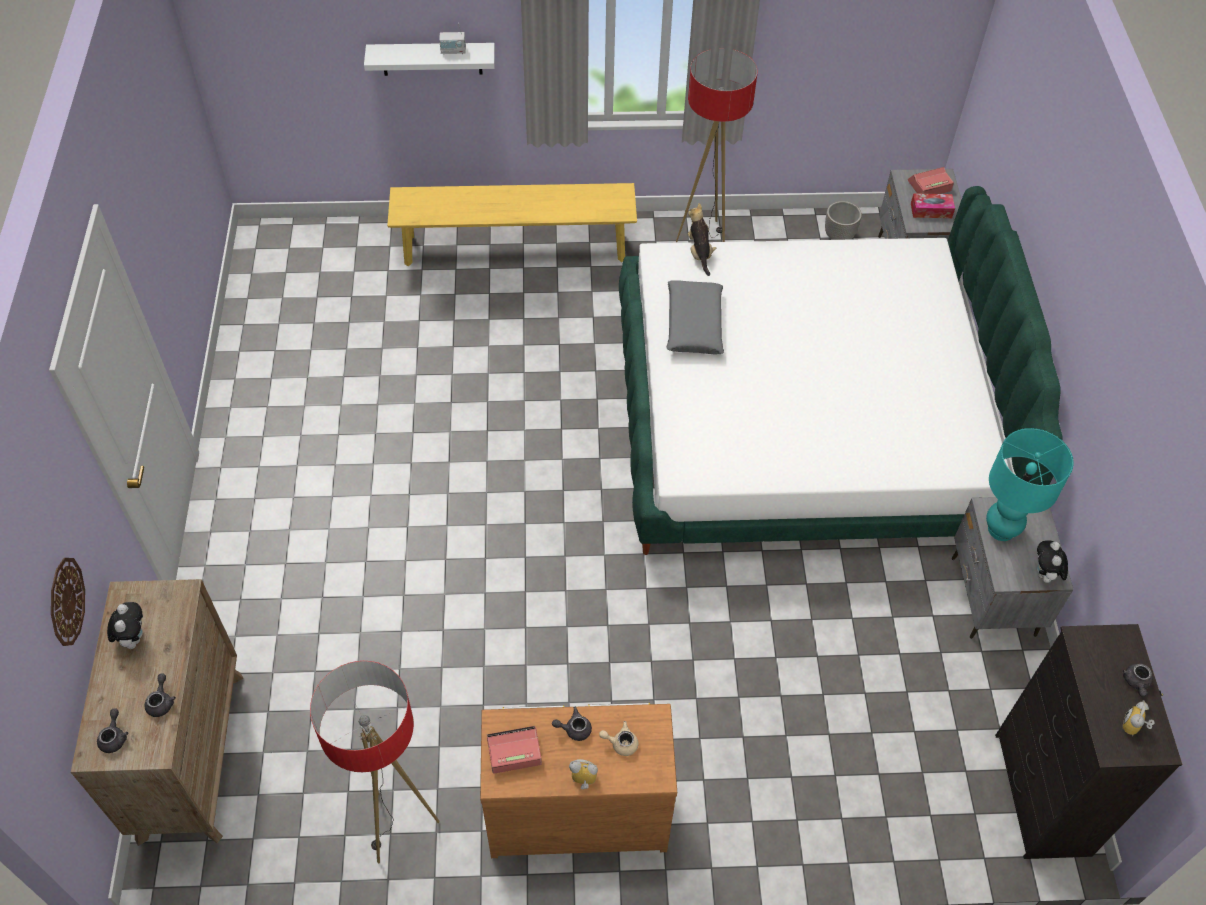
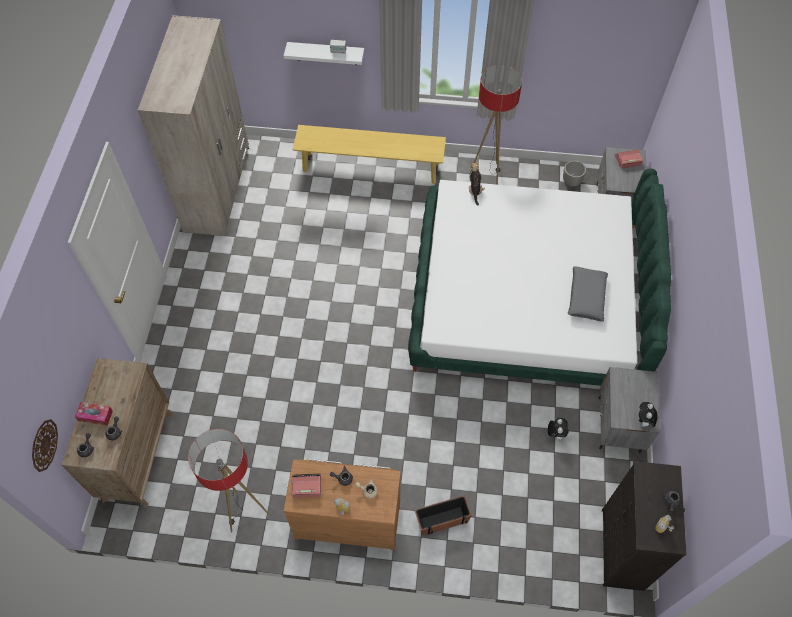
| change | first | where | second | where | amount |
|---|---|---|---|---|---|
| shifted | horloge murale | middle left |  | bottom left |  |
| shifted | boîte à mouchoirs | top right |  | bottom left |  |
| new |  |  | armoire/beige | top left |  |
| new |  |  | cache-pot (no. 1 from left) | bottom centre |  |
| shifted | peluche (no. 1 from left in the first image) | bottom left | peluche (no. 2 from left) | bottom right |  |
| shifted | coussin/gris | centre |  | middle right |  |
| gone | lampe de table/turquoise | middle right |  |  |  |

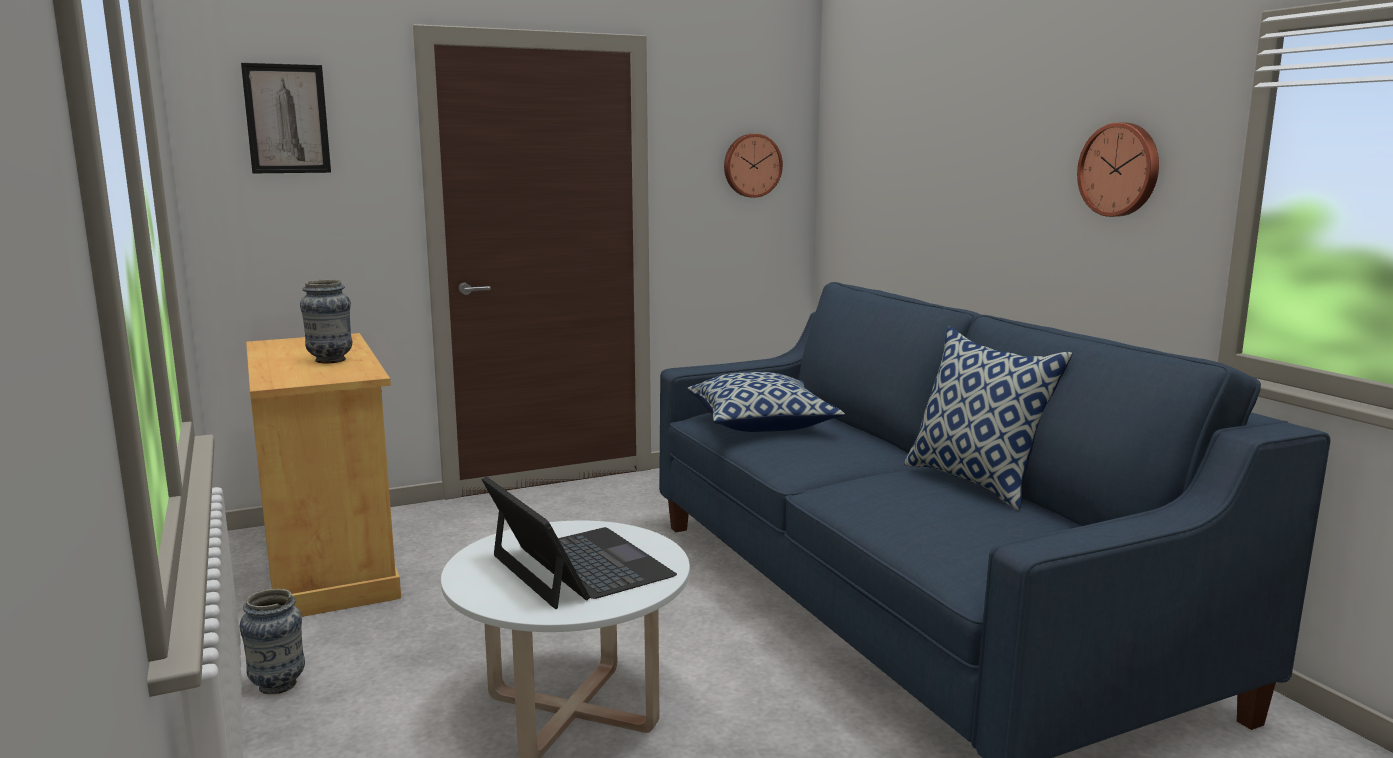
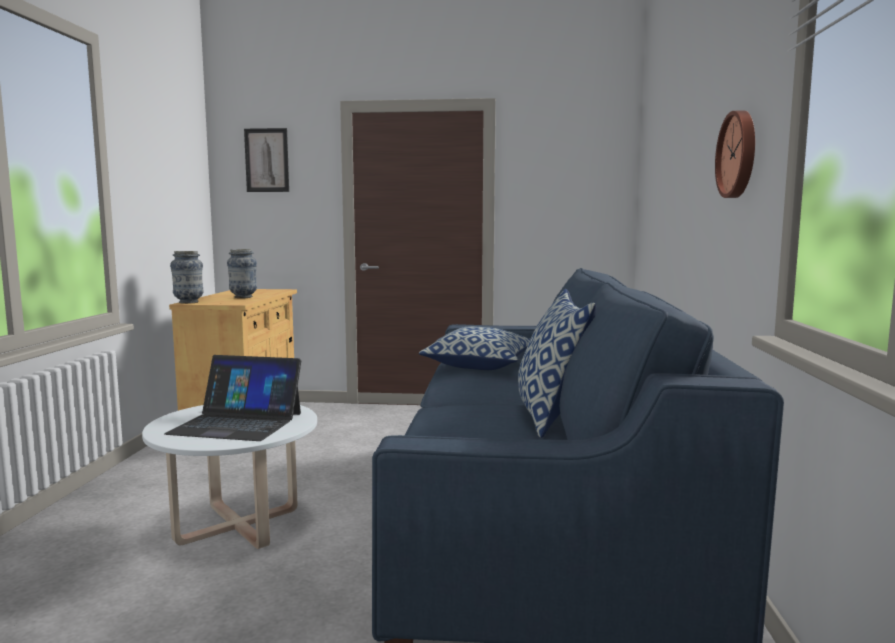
| change | first | where | second | where | amount |
|---|---|---|---|---|---|
| rotated | ordinateur portable | bottom centre |  | middle left | 105 degrees clockwise |
| shifted | vase (no. 1 from left) | bottom left |  | middle left |  |
| gone | horloge murale (no. 1 from left) | top centre |  |  |  |

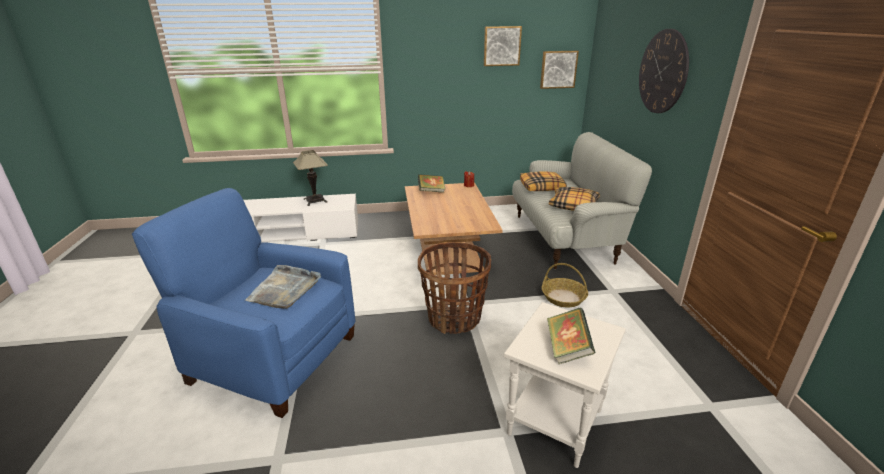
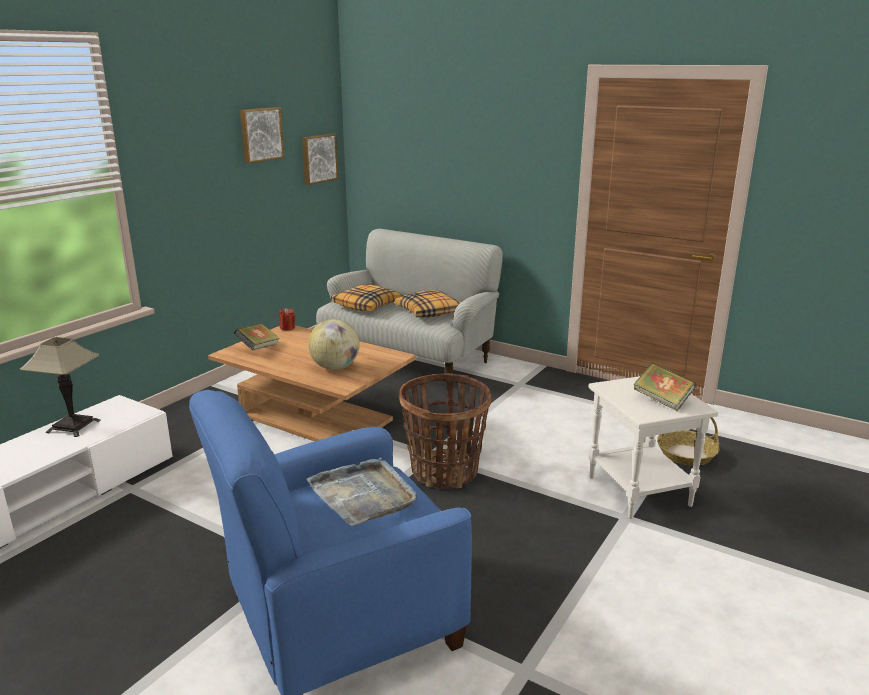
| change | first | where | second | where | amount |
|---|---|---|---|---|---|
| new |  |  | globe | centre |  |
| shifted | panier (no. 2 from left) | centre |  | middle right |  |
| gone | horloge murale | top right |  |  |  |

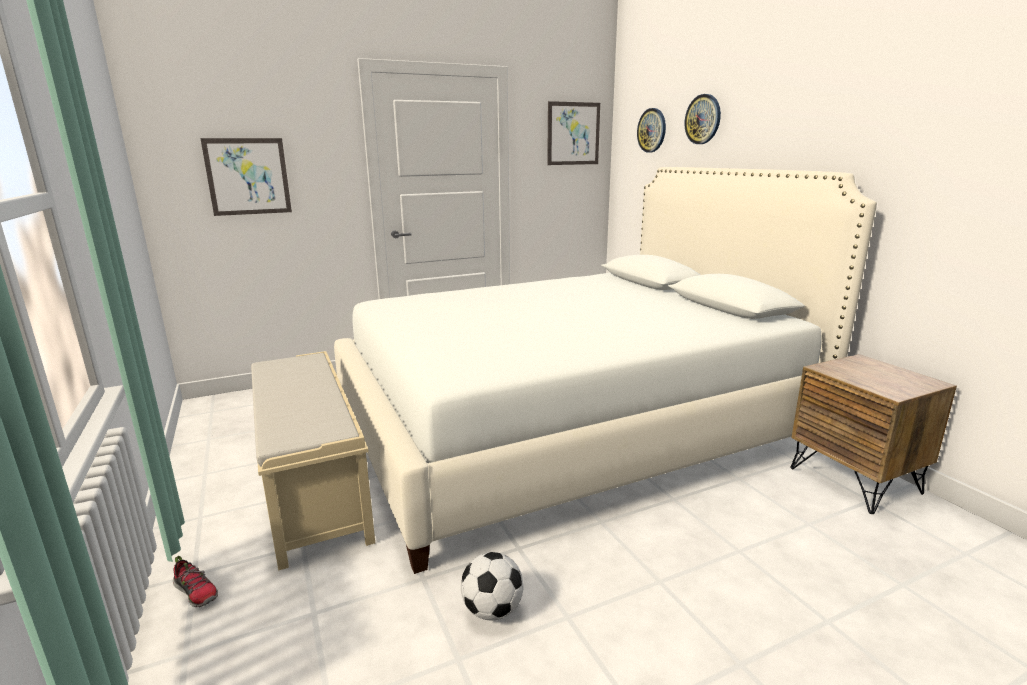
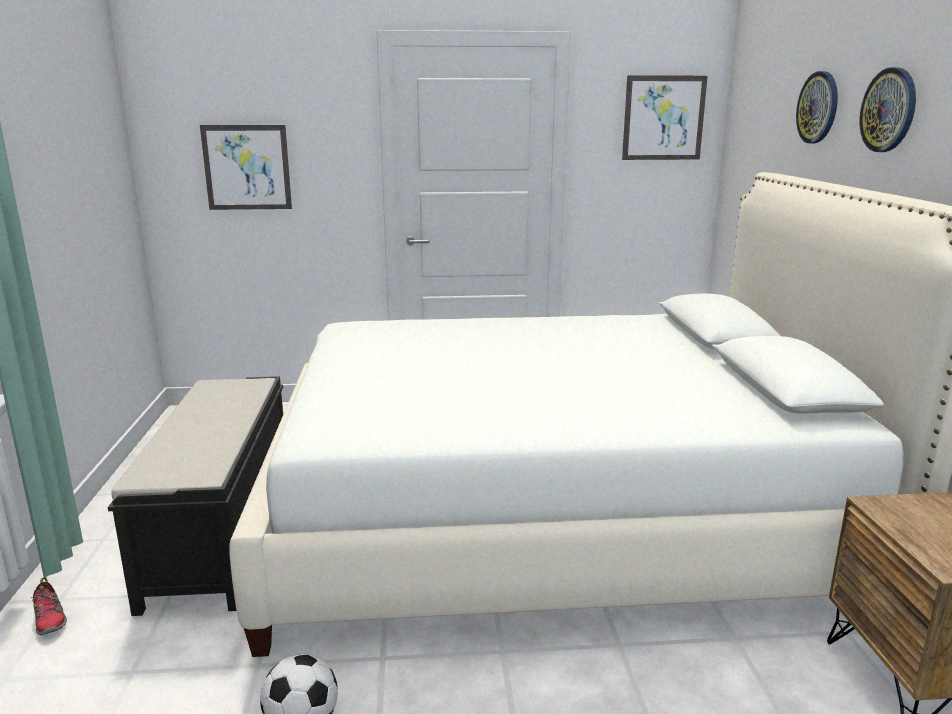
| change | first | where | second | where | amount |
|---|---|---|---|---|---|
| repainted | banc/beige | bottom left | banc/noir | bottom left |  |
| shifted | horloge murale (no. 1 from left in the first image) | top centre | horloge murale (no. 2 from left) | top right |  |

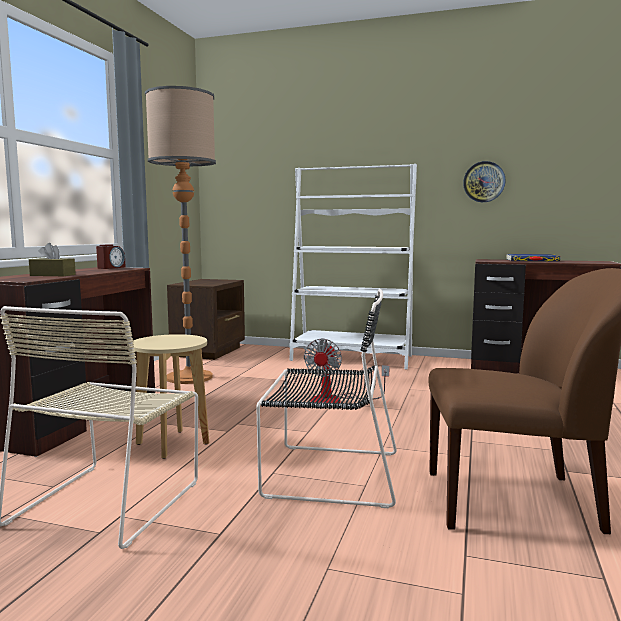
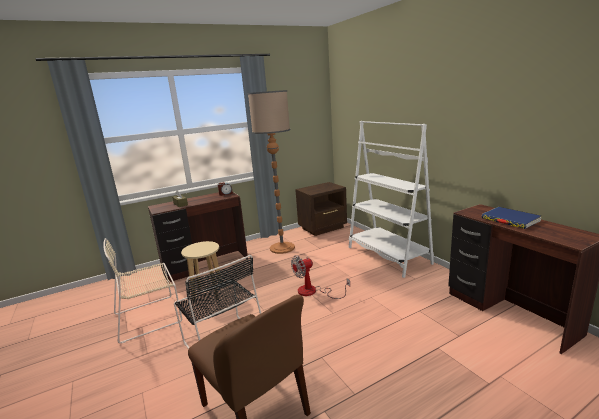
| change | first | where | second | where | amount |
|---|---|---|---|---|---|
| gone | horloge murale | top right |  |  |  |

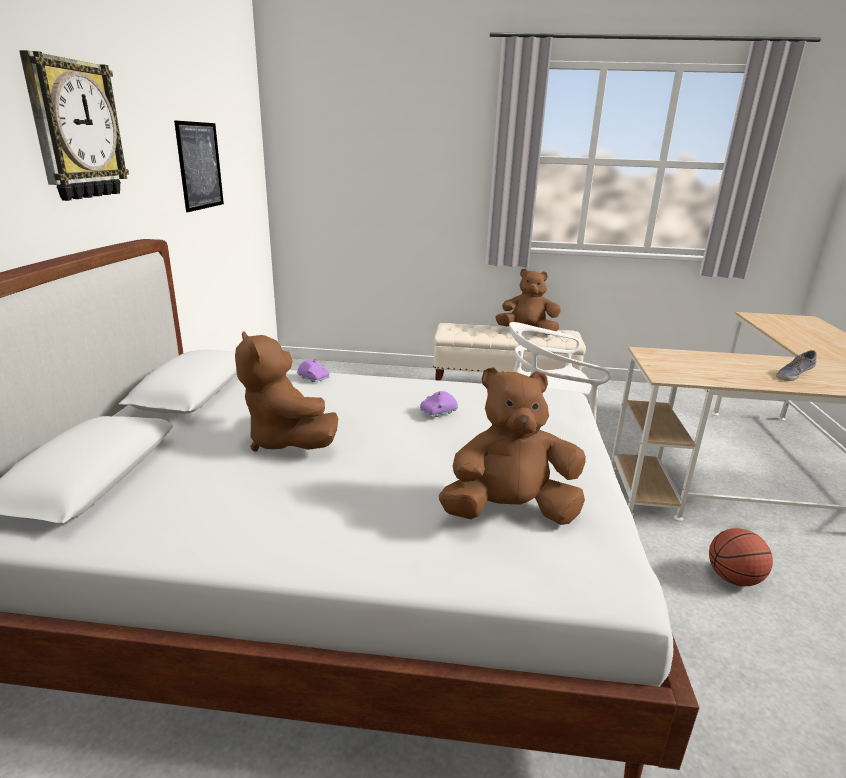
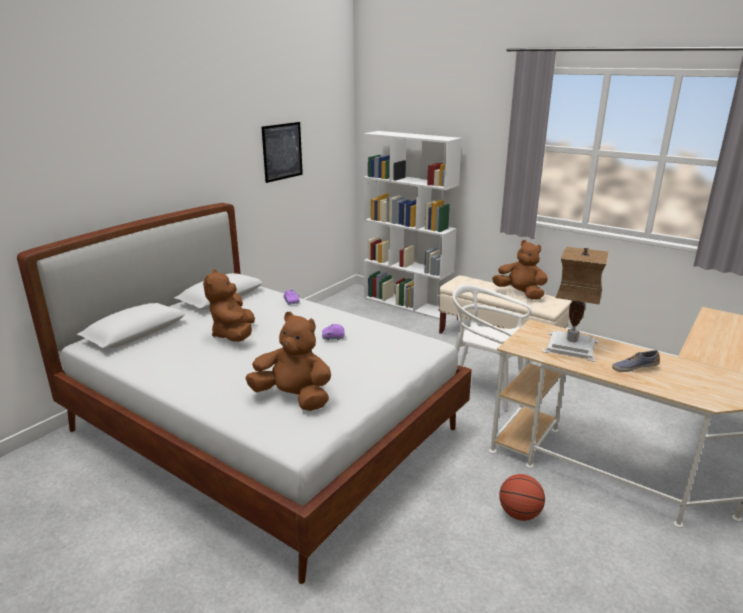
| change | first | where | second | where | amount |
|---|---|---|---|---|---|
| new |  |  | bibliothèque/blanc | centre |  |
| new |  |  | lampe de table | middle right |  |
| gone | horloge murale | top left |  |  |  |

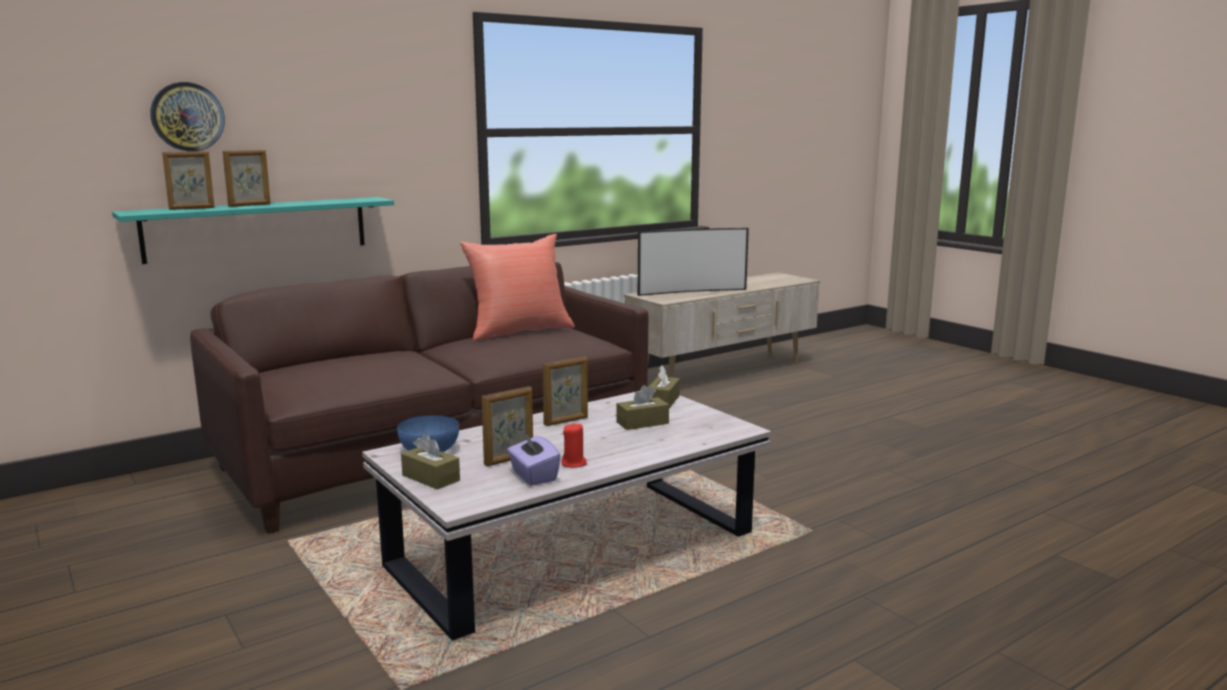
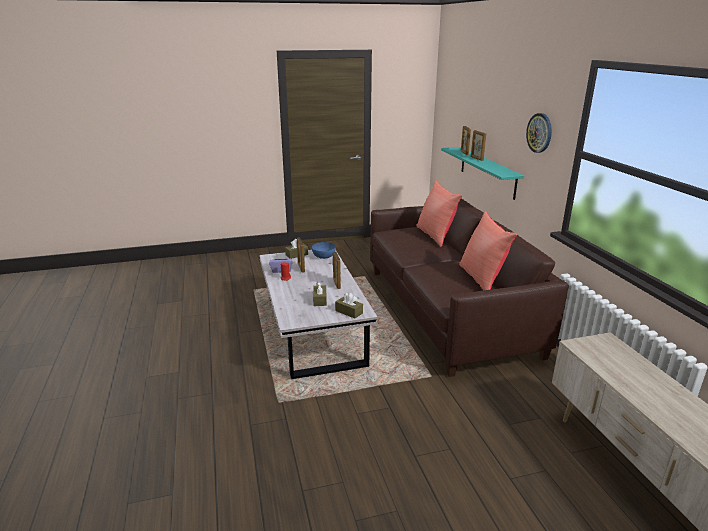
| change | first | where | second | where | amount |
|---|---|---|---|---|---|
| new |  |  | coussin/rouge (no. 1 from left) | centre |  |
| shifted | horloge murale | top left |  | top right |  |
| gone | téléviseur | centre |  |  |  |

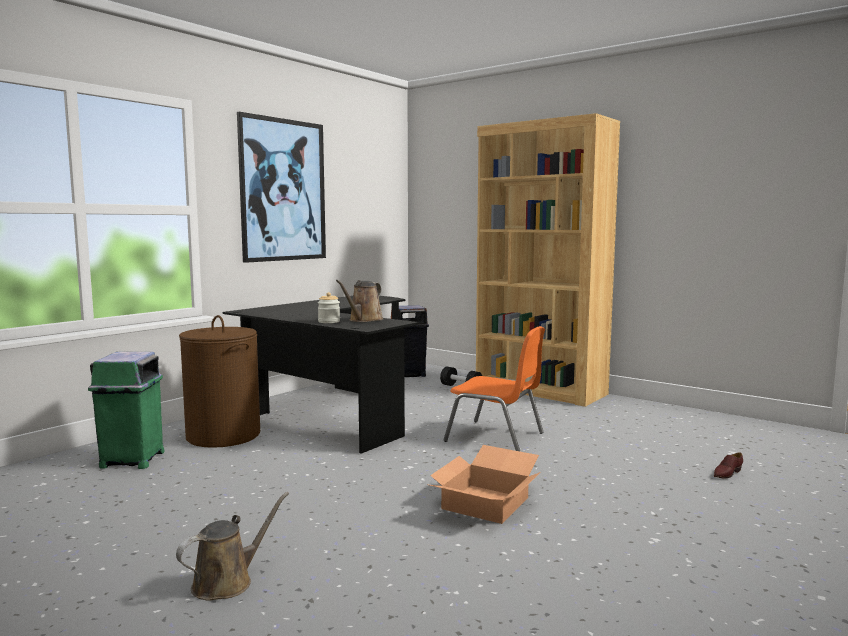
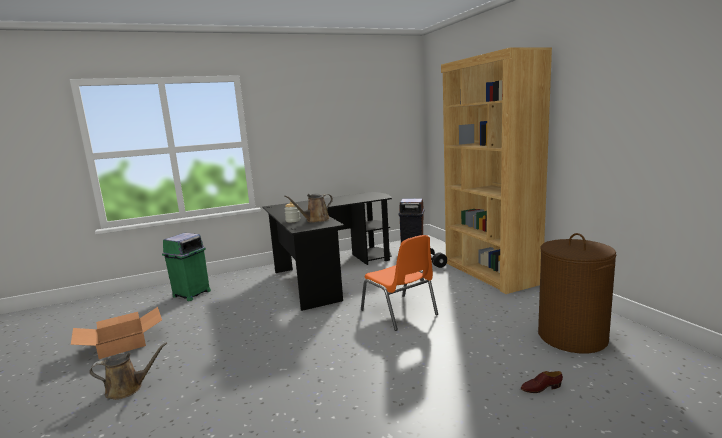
| change | first | where | second | where | amount |
|---|---|---|---|---|---|
| shifted | carton | bottom centre |  | bottom left |  |
| shifted | panier à linge/marron | middle left |  | bottom right |  |
| gone | tableau | top left |  |  |  |

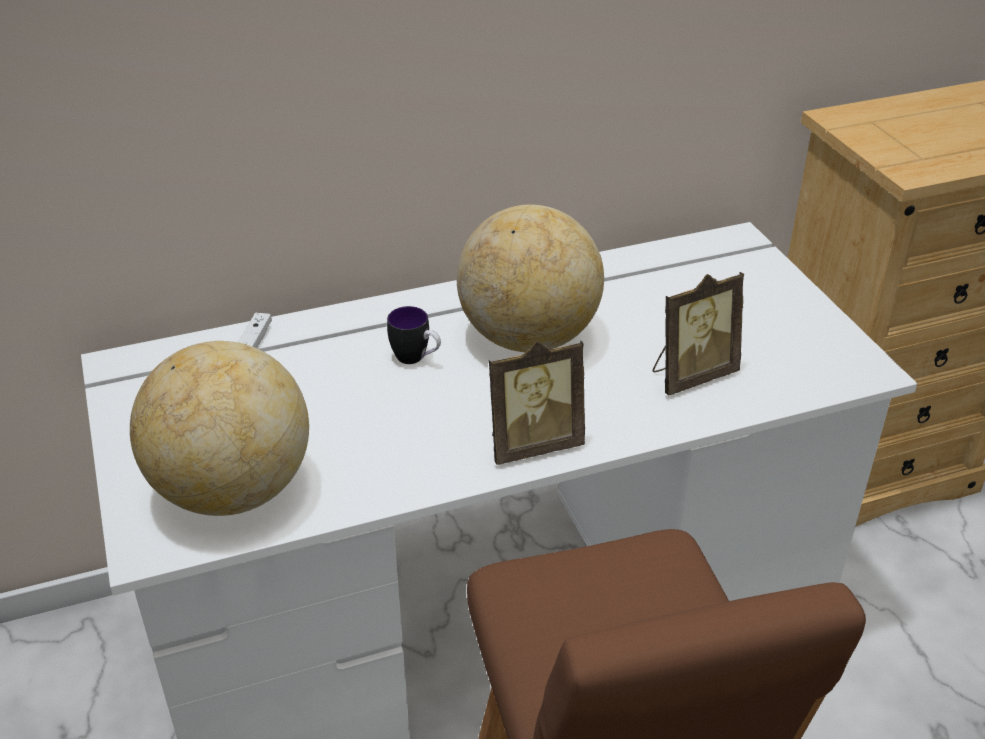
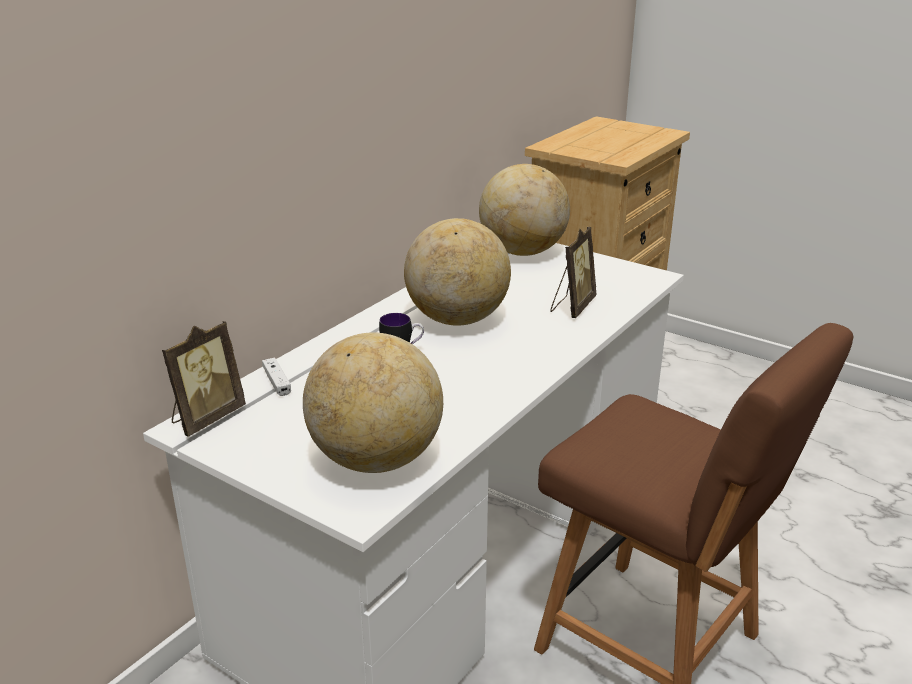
| change | first | where | second | where | amount |
|---|---|---|---|---|---|
| shifted | cadre photo (no. 1 from left) | centre |  | middle left |  |
| new |  |  | globe (no. 3 from left) | top centre |  |

